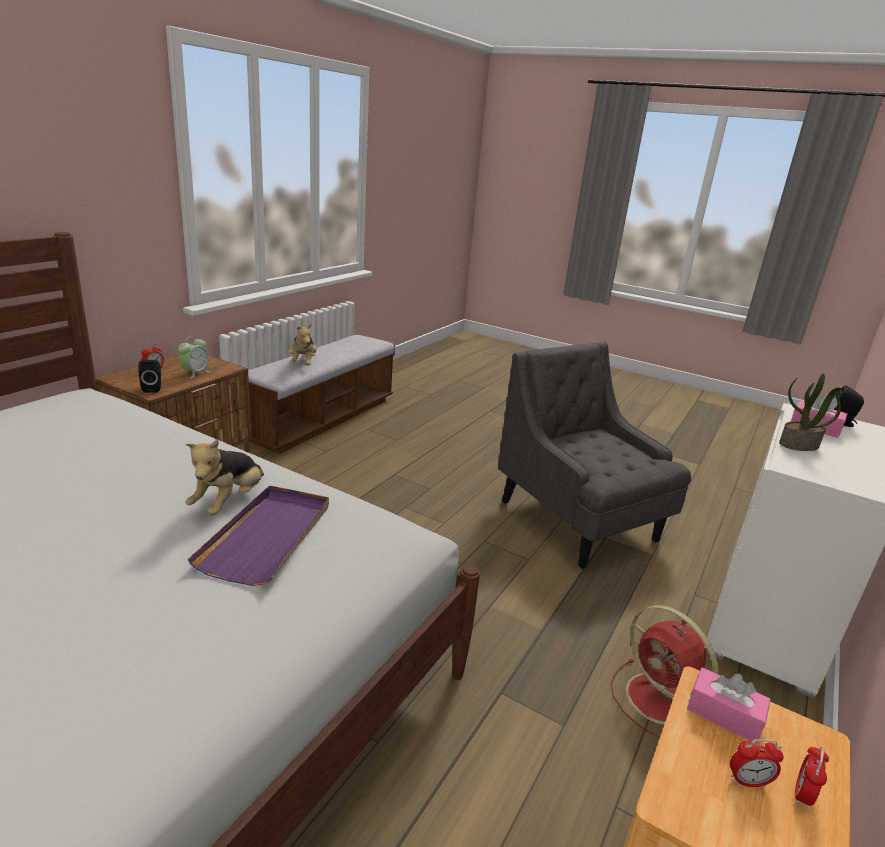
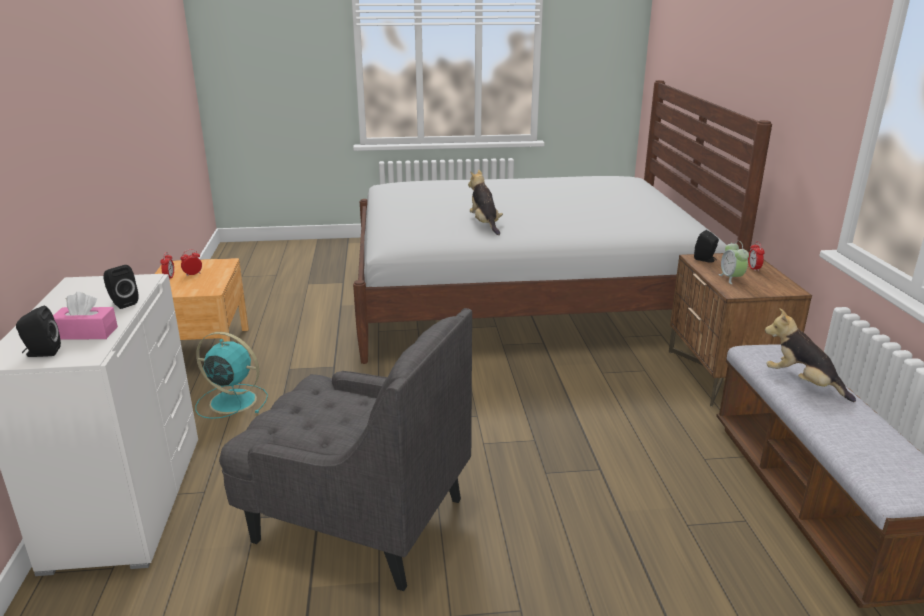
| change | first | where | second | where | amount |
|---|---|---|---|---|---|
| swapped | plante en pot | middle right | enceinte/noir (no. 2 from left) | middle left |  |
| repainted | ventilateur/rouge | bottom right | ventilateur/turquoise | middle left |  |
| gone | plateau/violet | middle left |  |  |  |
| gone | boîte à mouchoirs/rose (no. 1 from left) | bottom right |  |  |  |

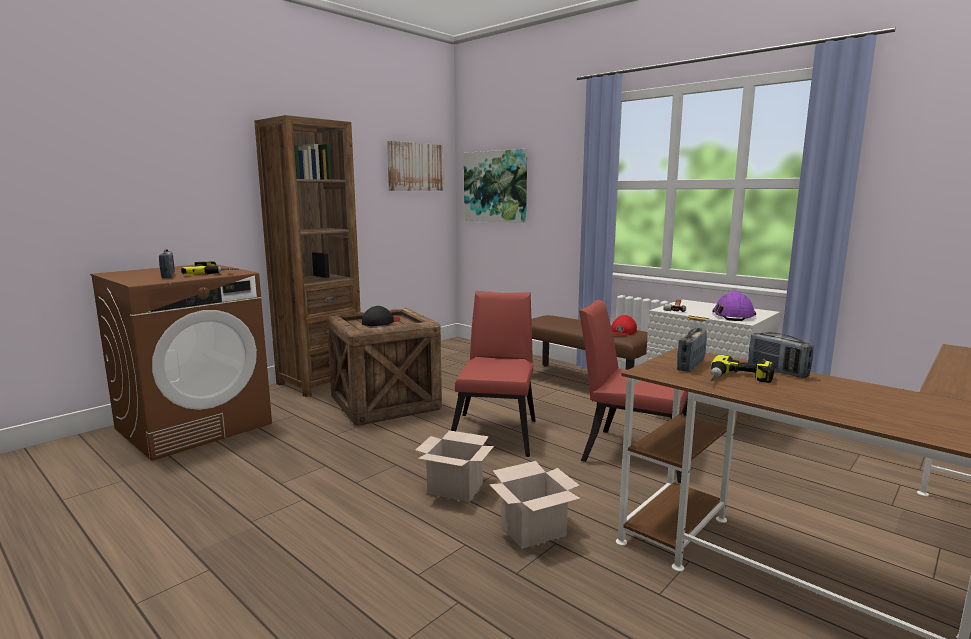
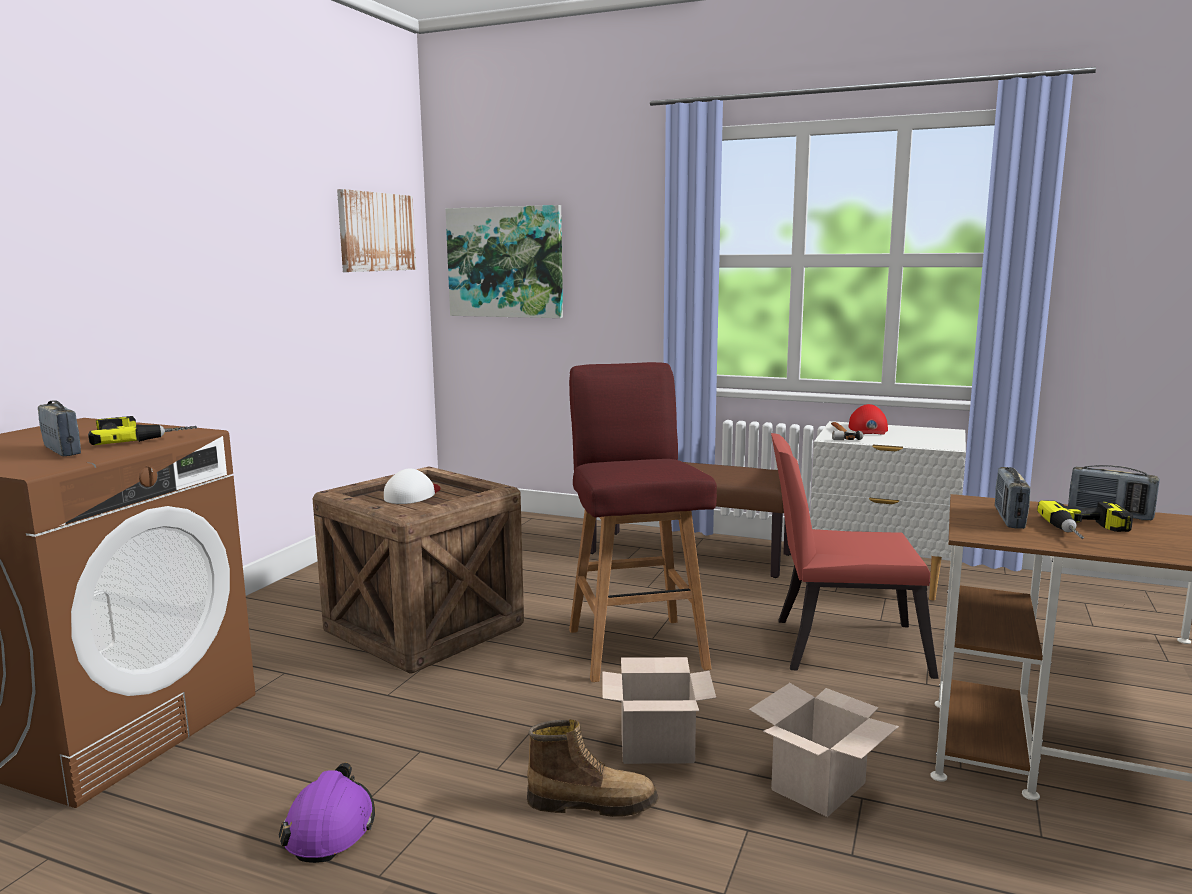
| change | first | where | second | where | amount |
|---|---|---|---|---|---|
| shifted | casque de chantier/violet | middle right |  | bottom left |  |
| repainted | casquette/noir | centre | casquette/blanc | centre |  |
| new |  |  | botte | bottom centre |  |
| swapped | chaise/rouge (no. 1 from left) | centre | tabouret/rouge | centre |  |
| shifted | casquette/rouge | centre |  | middle right |  |
| gone | bibliothèque/marron | middle left |  |  |  |

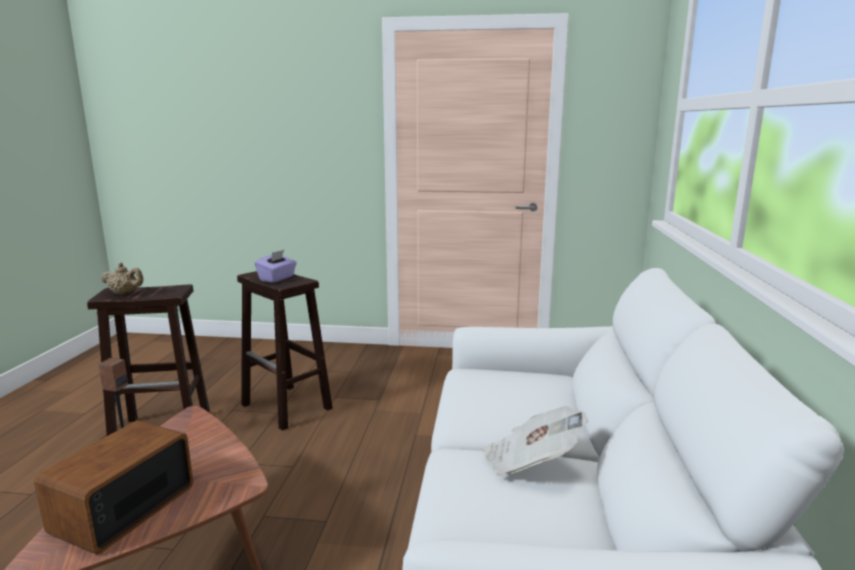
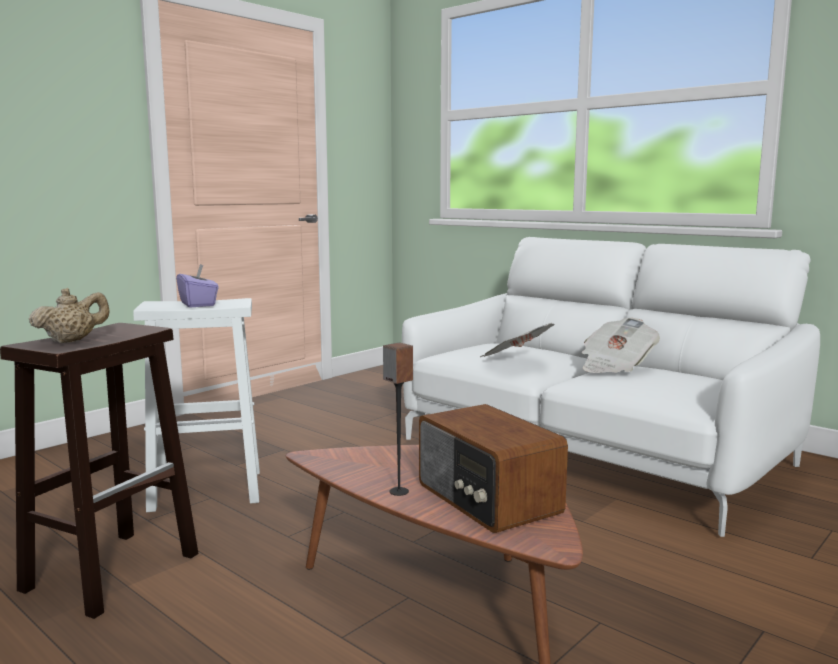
| change | first | where | second | where | amount |
|---|---|---|---|---|---|
| repainted | tabouret/marron (no. 2 from left) | centre | tabouret/blanc | middle left |  |
| new |  |  | journal (no. 1 from left) | centre |  |

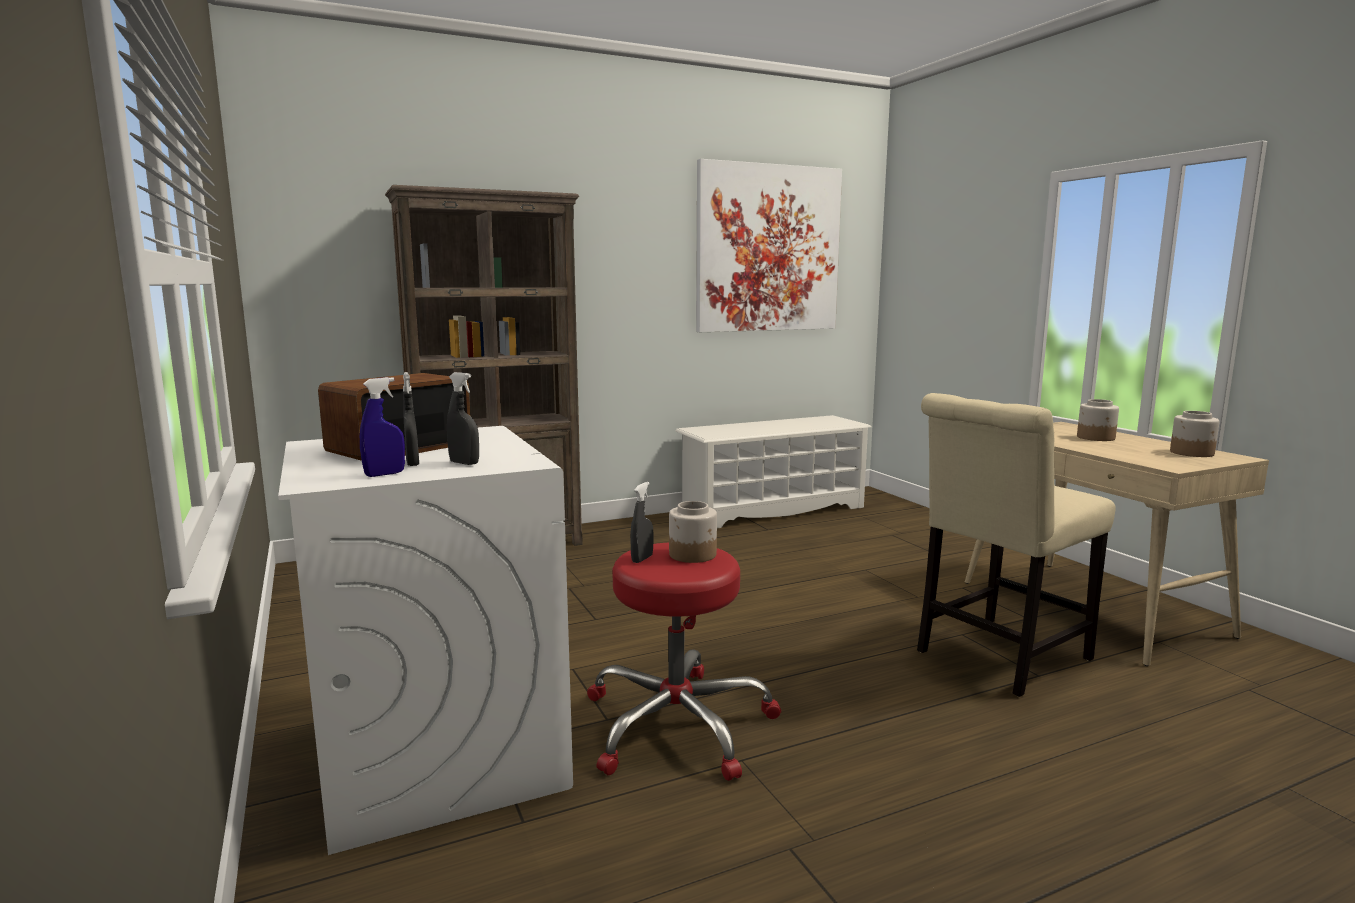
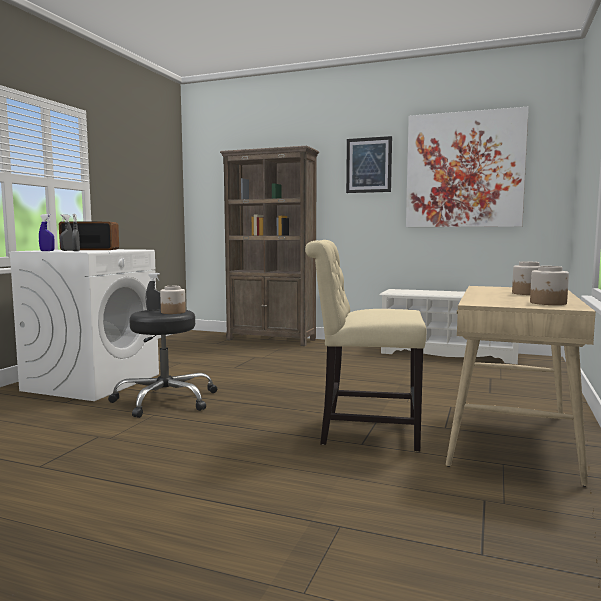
| change | first | where | second | where | amount |
|---|---|---|---|---|---|
| repainted | tabouret/rouge | bottom centre | tabouret/noir | middle left |  |
| new |  |  | tableau (no. 1 from left) | top centre |  |

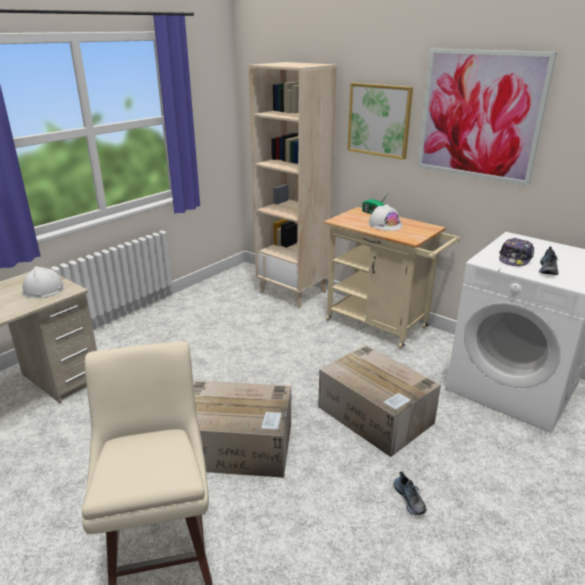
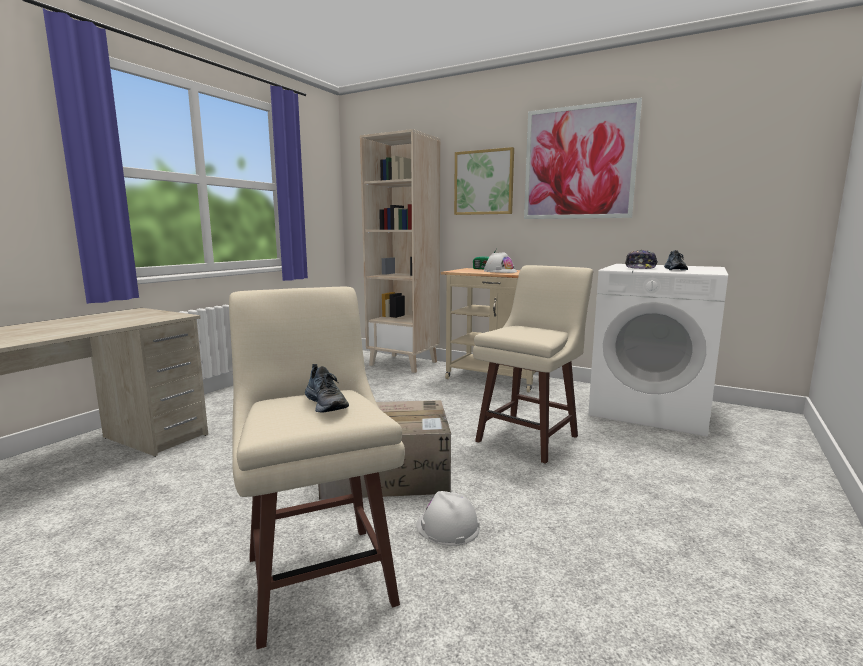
| change | first | where | second | where | amount |
|---|---|---|---|---|---|
| shifted | chaussure (no. 1 from left) | bottom right |  | centre |  |
| shifted | casque de chantier/blanc (no. 1 from left) | middle left |  | bottom centre |  |
| swapped | carton (no. 2 from left) | bottom centre | tabouret/beige (no. 2 from left) | centre |  |

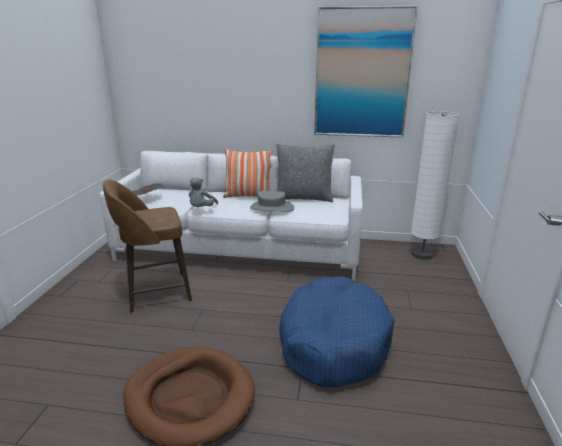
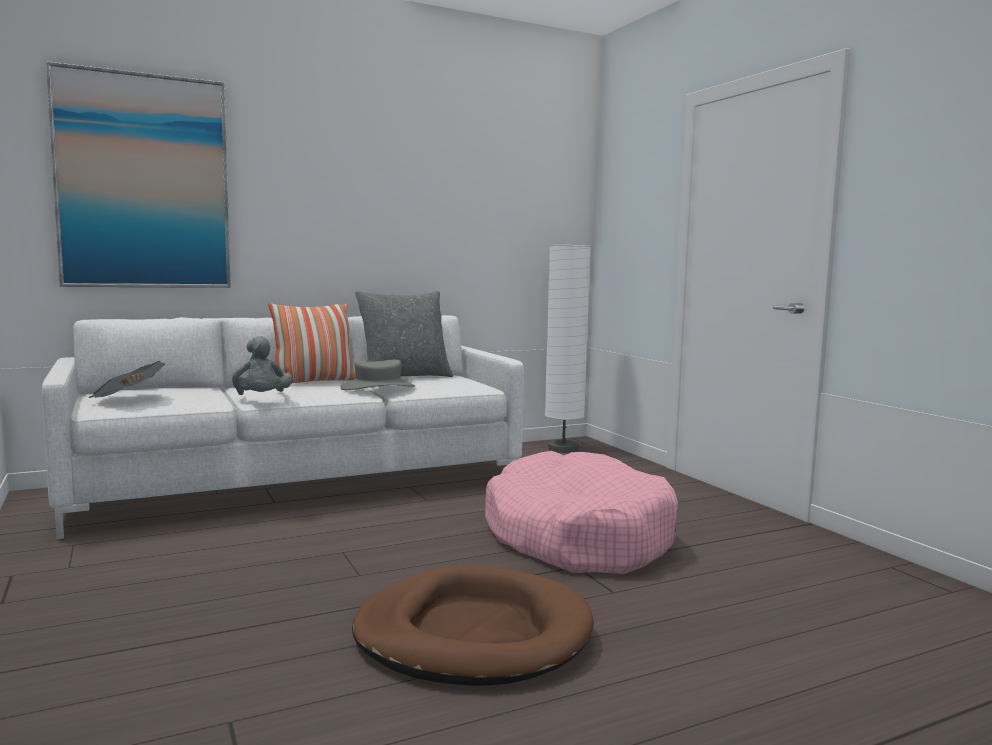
| change | first | where | second | where | amount |
|---|---|---|---|---|---|
| shifted | tableau | top centre |  | top left |  |
| repainted | panier pour chien/bleu | bottom centre | panier pour chien/rose | bottom centre |  |
| gone | tabouret/marron | middle left |  |  |  |

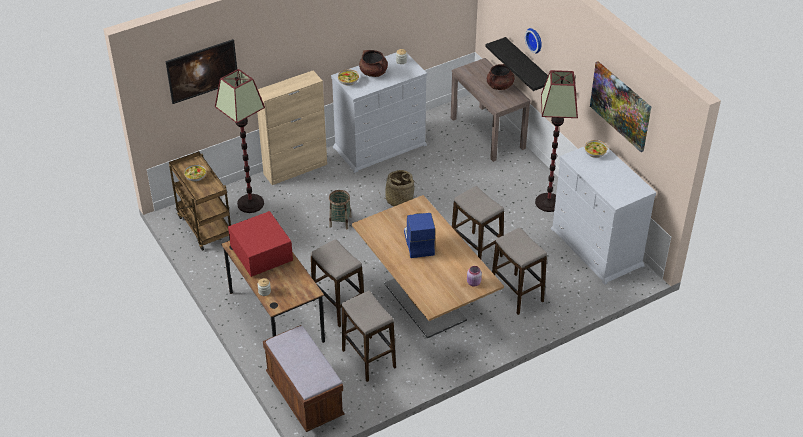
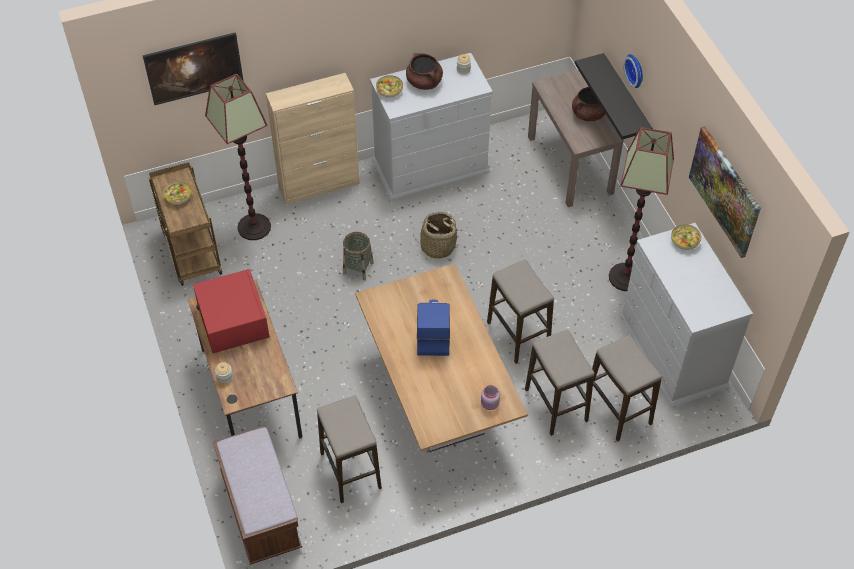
| change | first | where | second | where | amount |
|---|---|---|---|---|---|
| shifted | tabouret (no. 1 from left in the first image) | centre | tabouret (no. 4 from left) | bottom right |  |

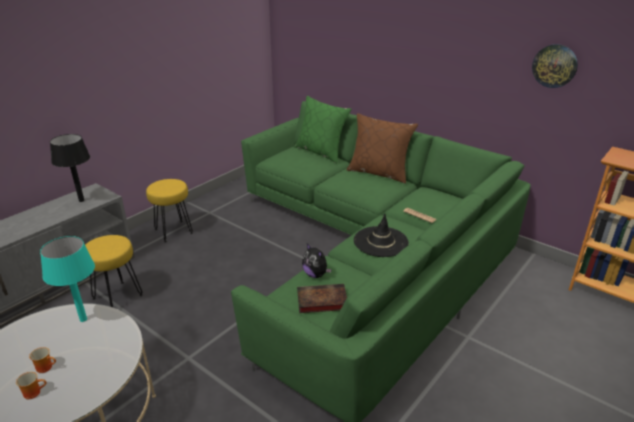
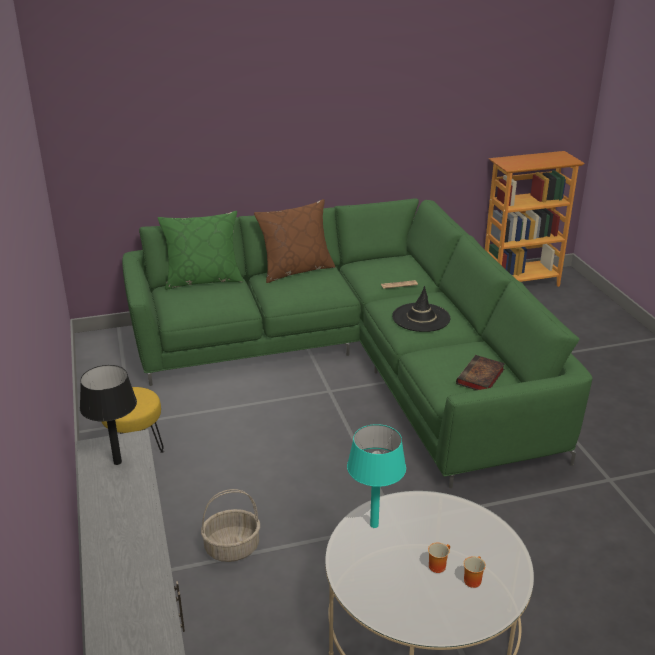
| change | first | where | second | where | amount |
|---|---|---|---|---|---|
| swapped | tabouret/jaune (no. 1 from left) | middle left | panier | bottom centre |  |
| gone | peluche | centre |  |  |  |
| gone | horloge murale | top right |  |  |  |

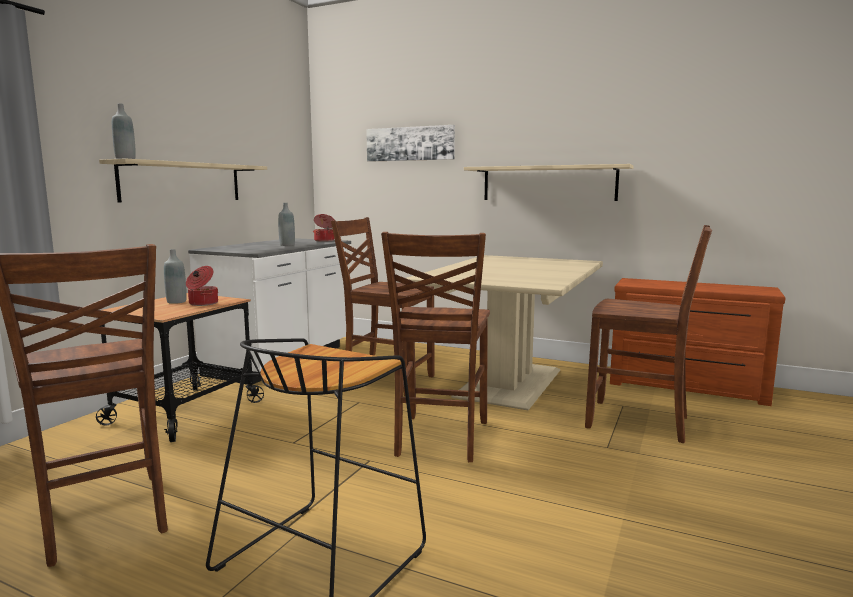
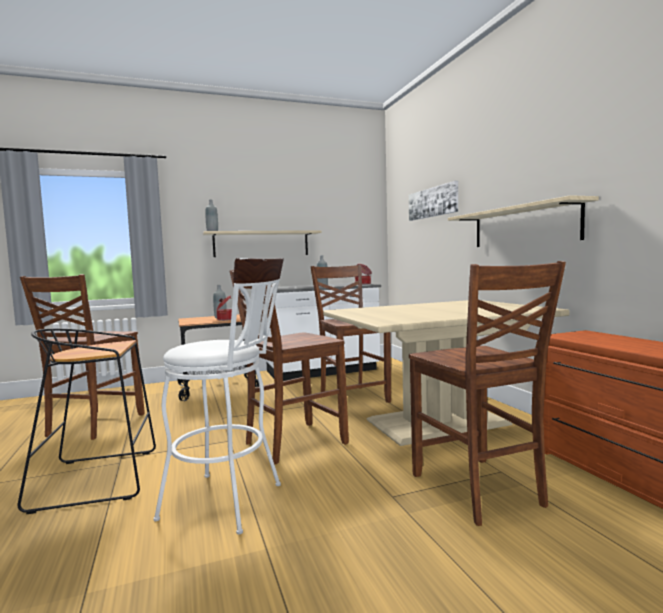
| change | first | where | second | where | amount |
|---|---|---|---|---|---|
| new |  |  | tabouret/blanc | middle left |  |

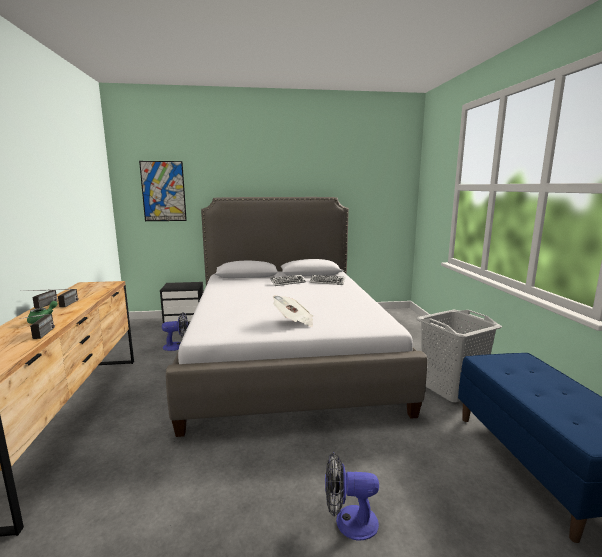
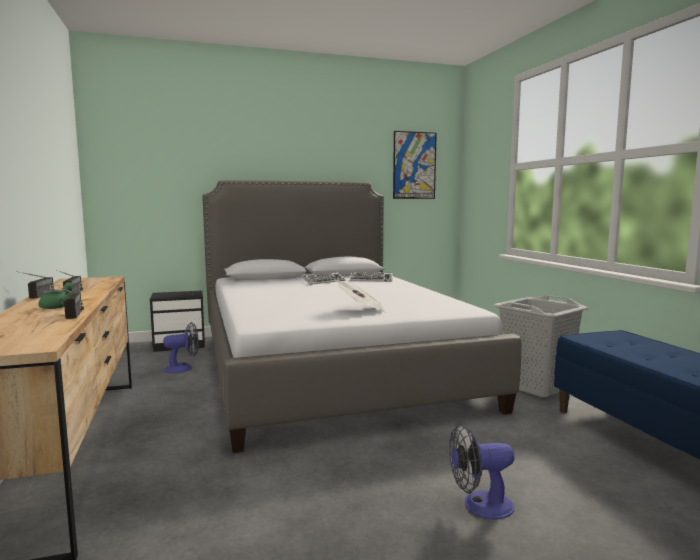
| change | first | where | second | where | amount |
|---|---|---|---|---|---|
| shifted | tableau | middle left |  | top centre |  |

